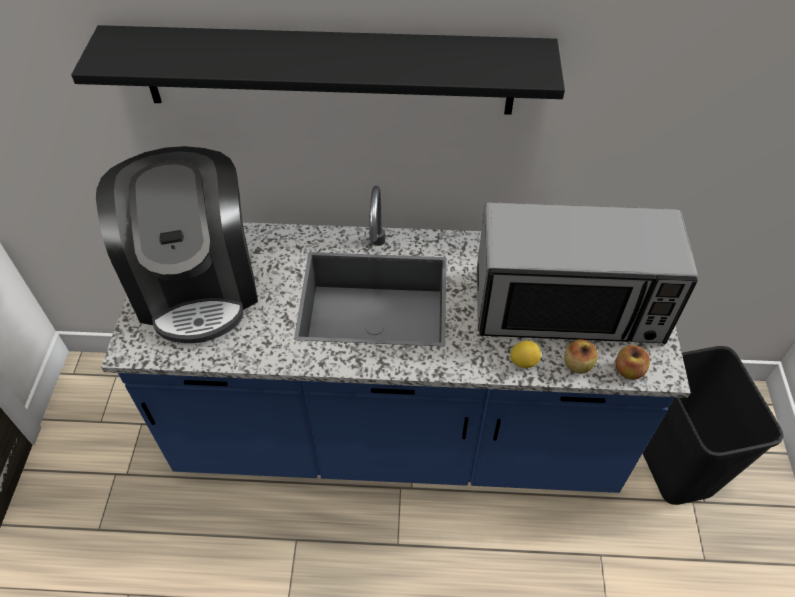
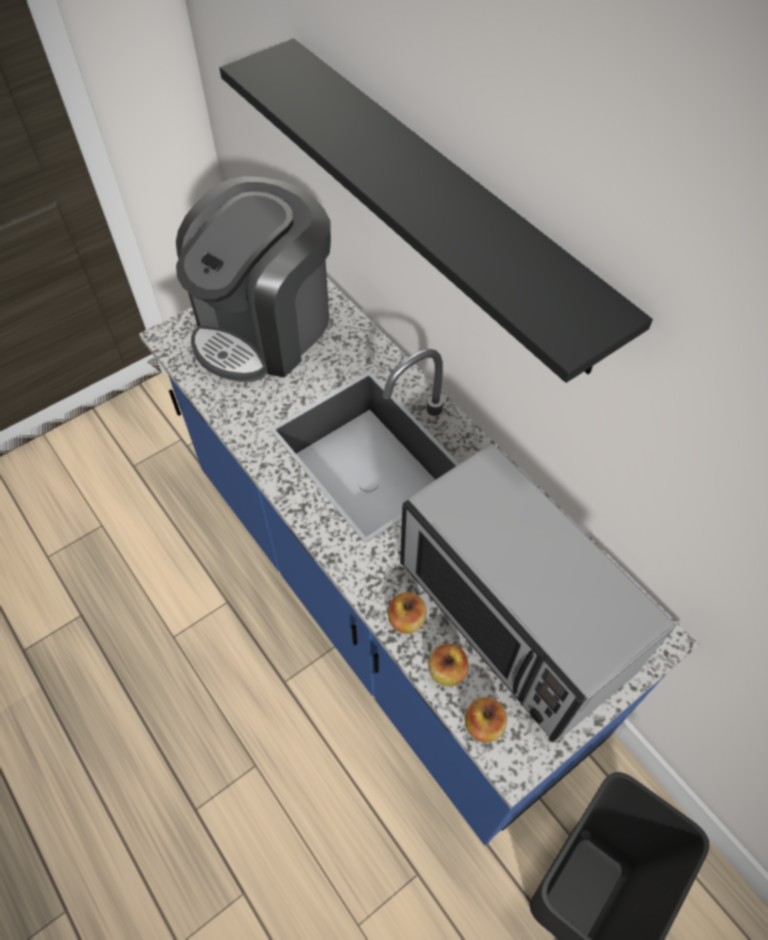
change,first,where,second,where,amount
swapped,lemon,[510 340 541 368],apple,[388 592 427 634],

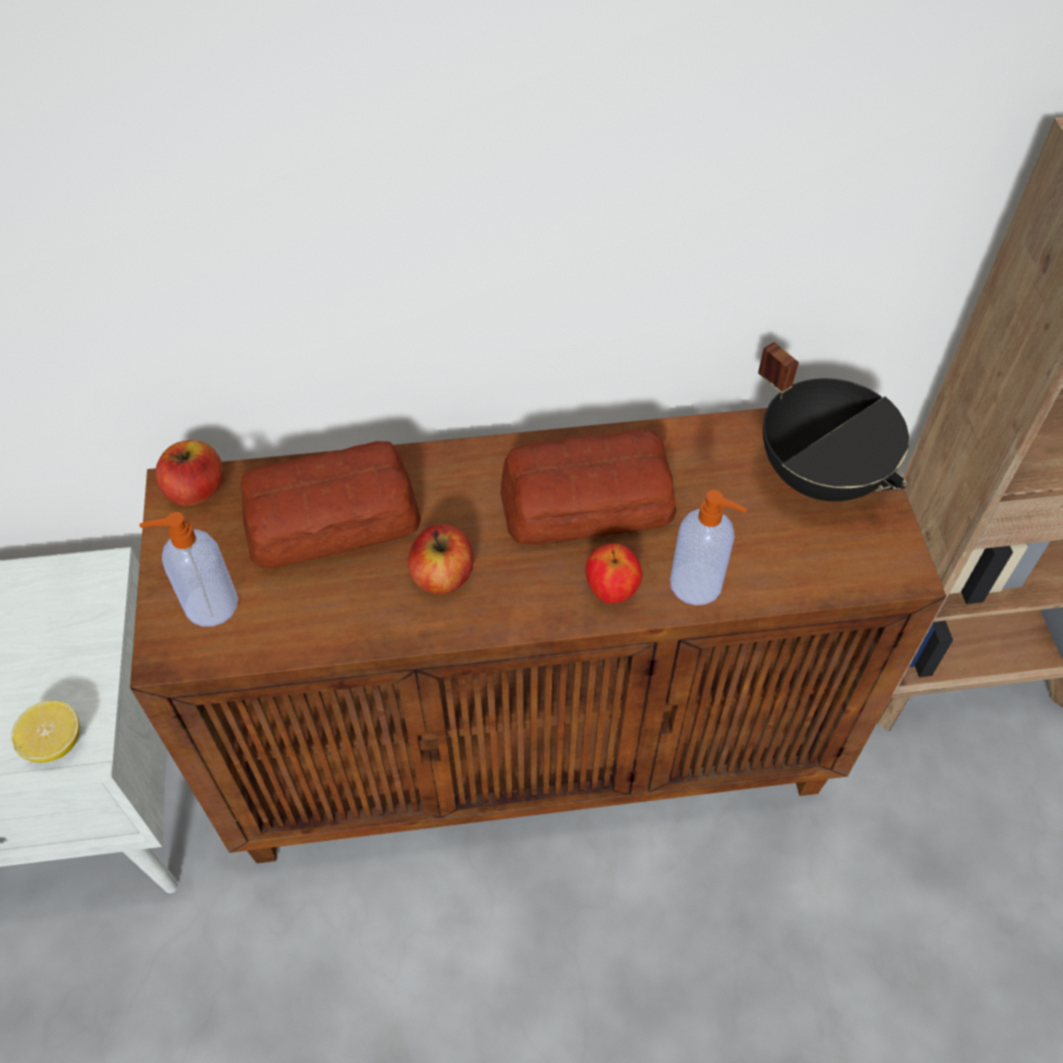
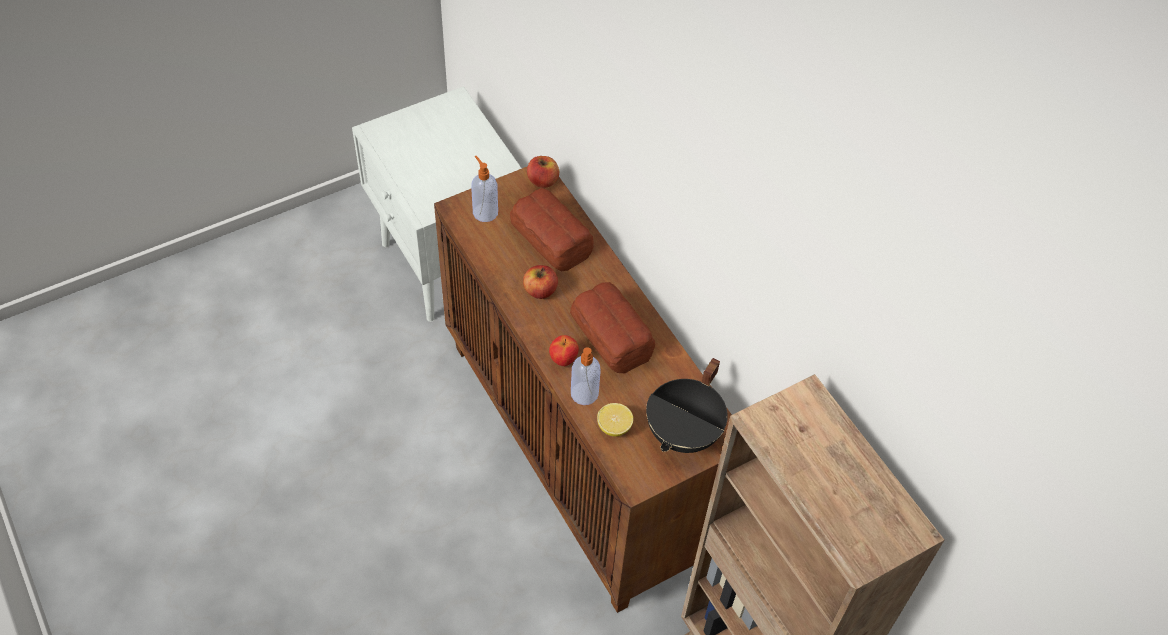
change,first,where,second,where,amount
shifted,lemon,[11 700 80 763],,[597 403 633 437],

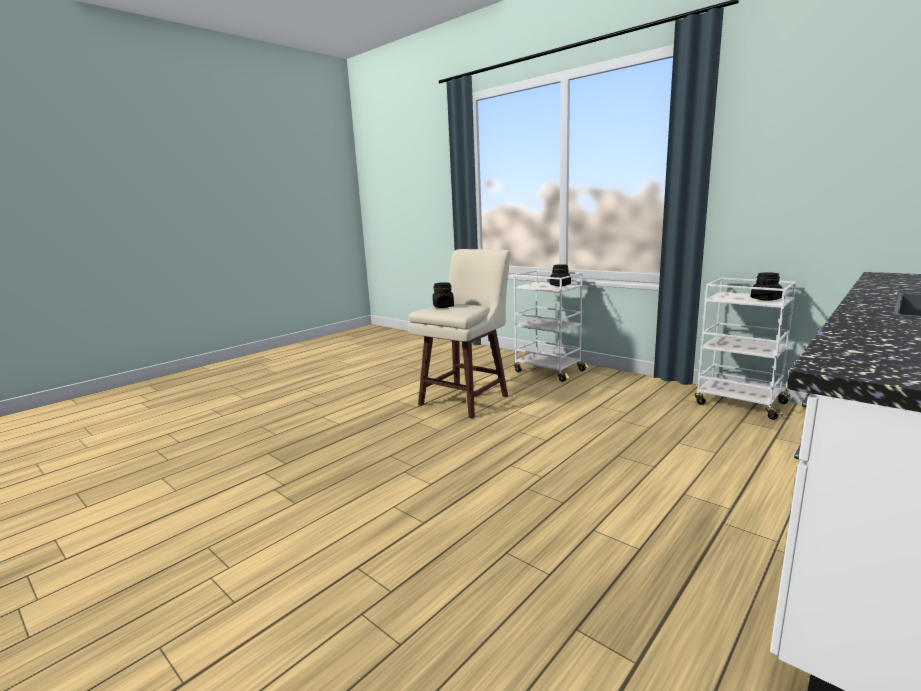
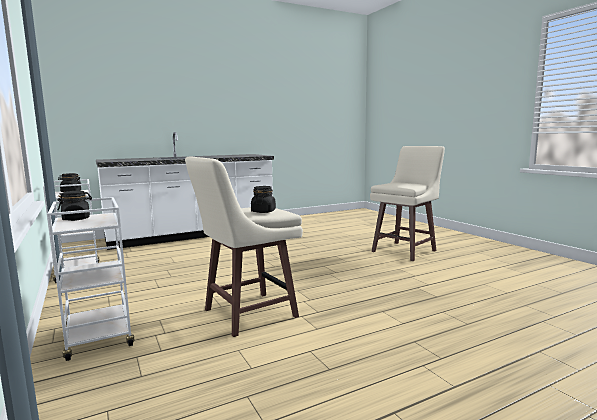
change,first,where,second,where,amount
new,,,beige_stool,[370 146 445 261],

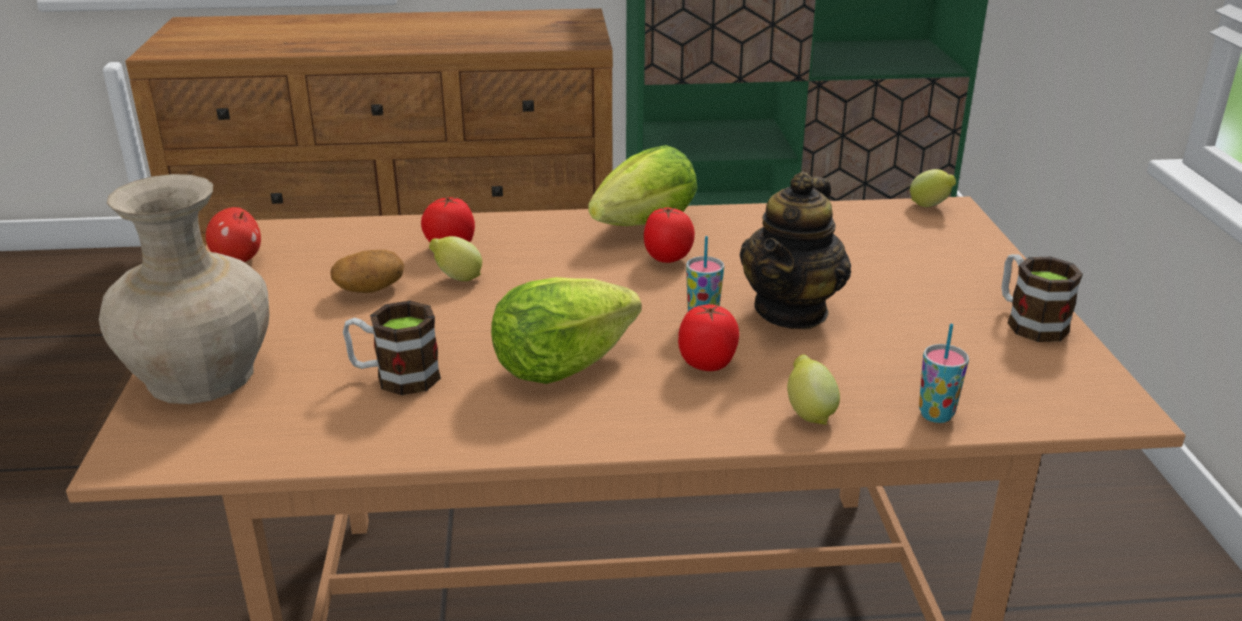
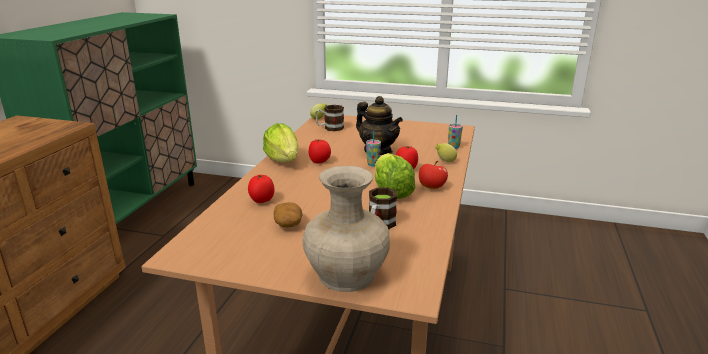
change,first,where,second,where,amount
shifted,apple,[206 207 261 262],,[419 161 448 189],
gone,lemon,[429 236 482 281],,,
shifted,mug,[1001 254 1083 342],,[315 105 344 131],

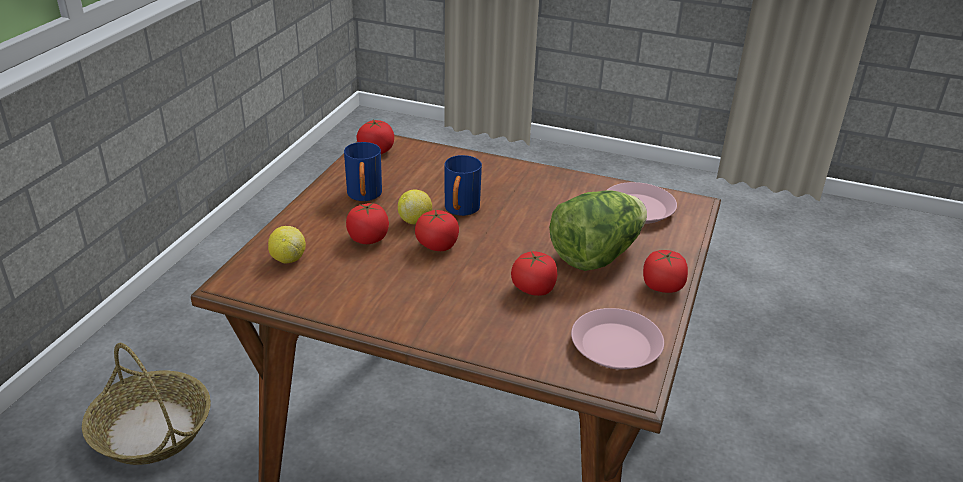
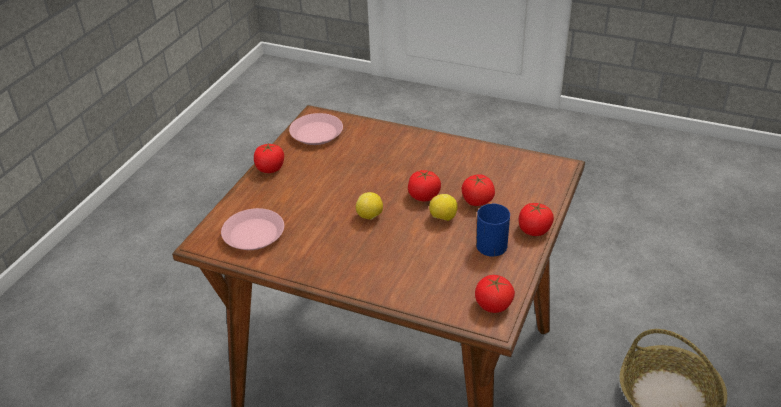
change,first,where,second,where,amount
shifted,lemon,[268 226 306 263],,[356 192 383 220],
gone,blue_mug,[445 155 482 216],,,
shifted,tomato,[511 251 557 296],,[518 203 554 236],
gone,lettuce,[549 190 647 271],,,

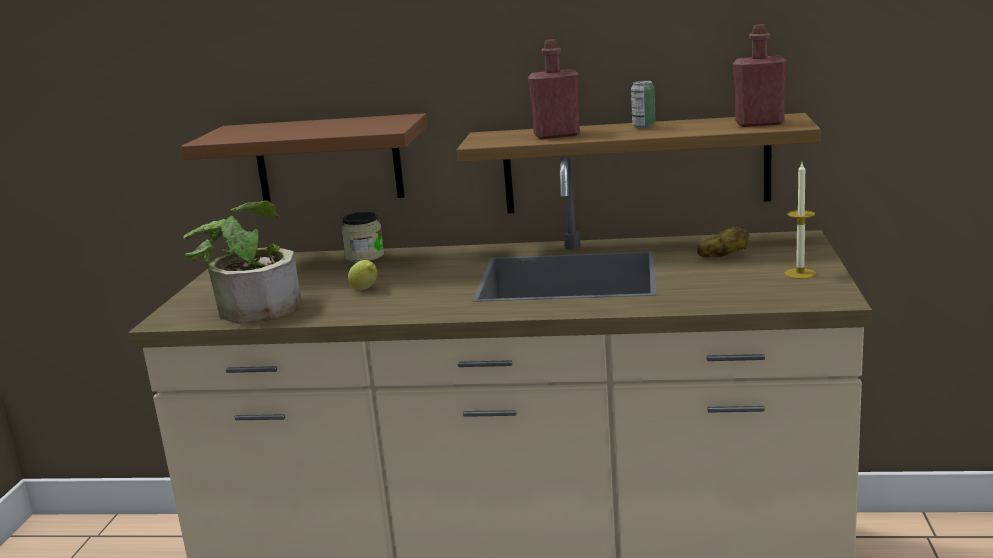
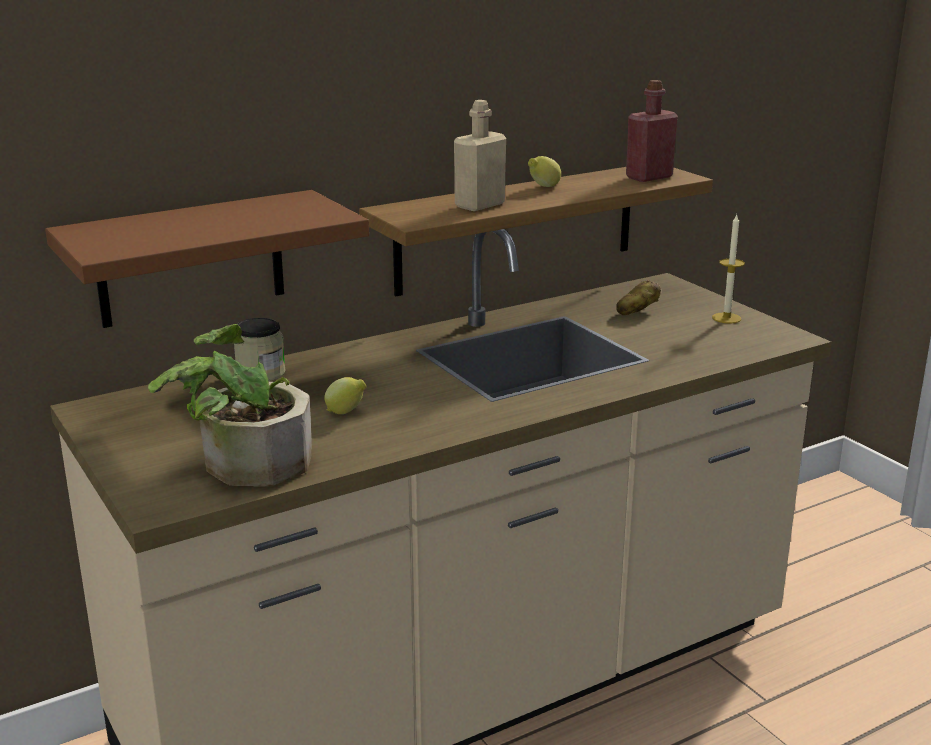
change,first,where,second,where,amount
repainted,red_bottle,[528 39 580 139],beige_bottle,[454 100 506 211],
swapped,can,[631 81 656 128],lemon,[528 156 561 187],

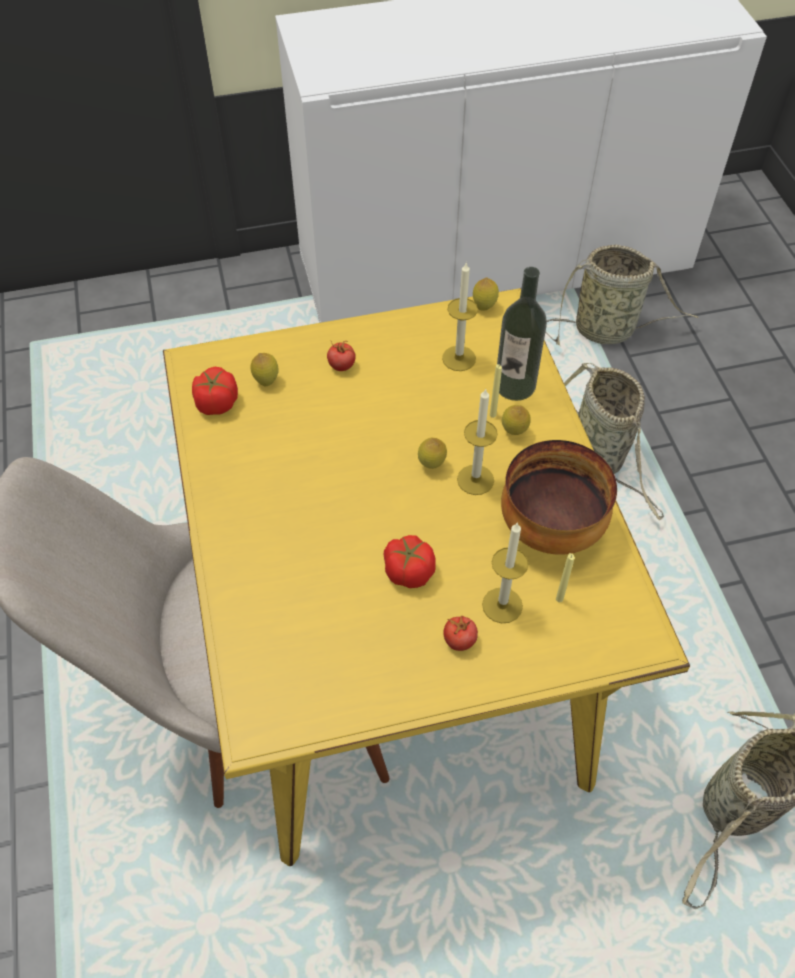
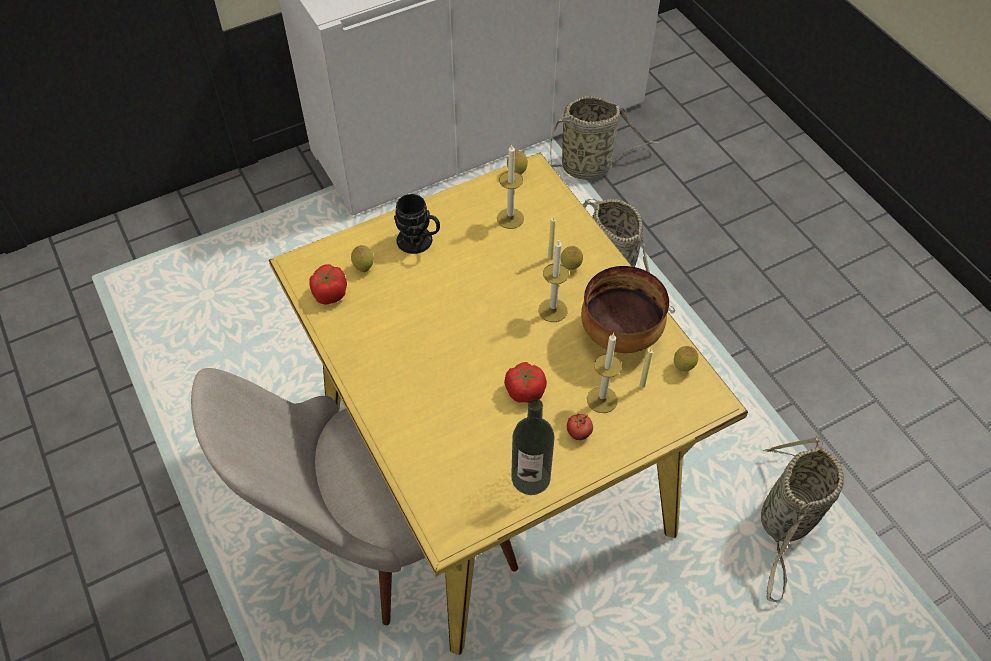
change,first,where,second,where,amount
swapped,tomato,[327 341 356 371],black_mug,[394 194 440 254],
shifted,lemon,[418 438 447 469],,[674 346 698 371],
shifted,bottle,[497 267 547 401],,[511 399 555 495],

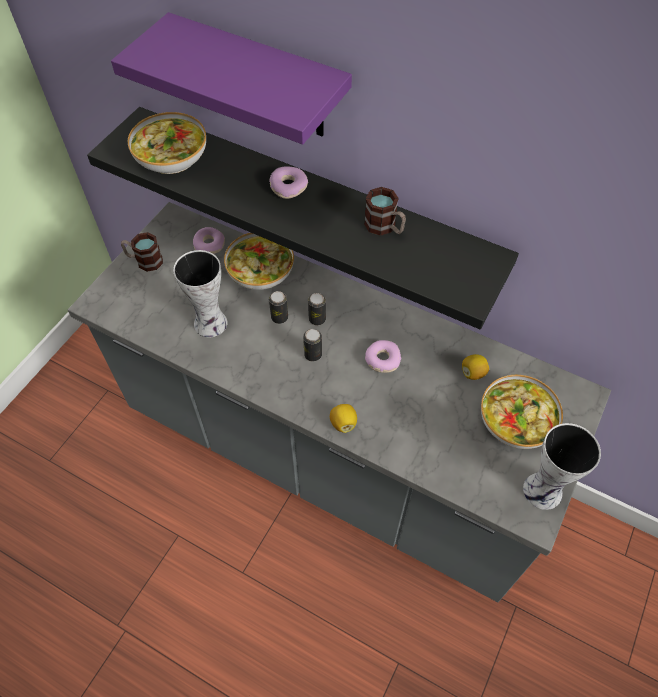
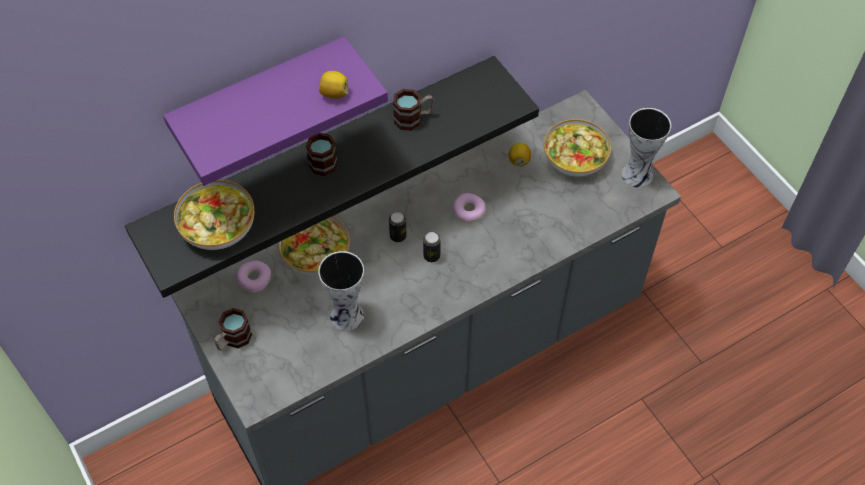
change,first,where,second,where,amount
swapped,donut,[269 166 308 199],mug,[306 132 338 176],
gone,can,[269 291 288 324],,,
shifted,lemon,[330 404 357 433],,[319 71 348 98],

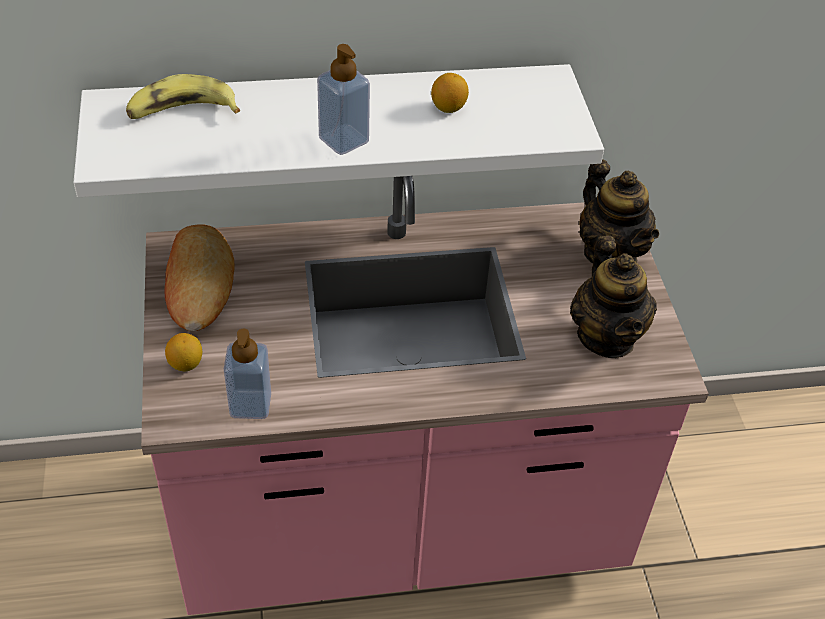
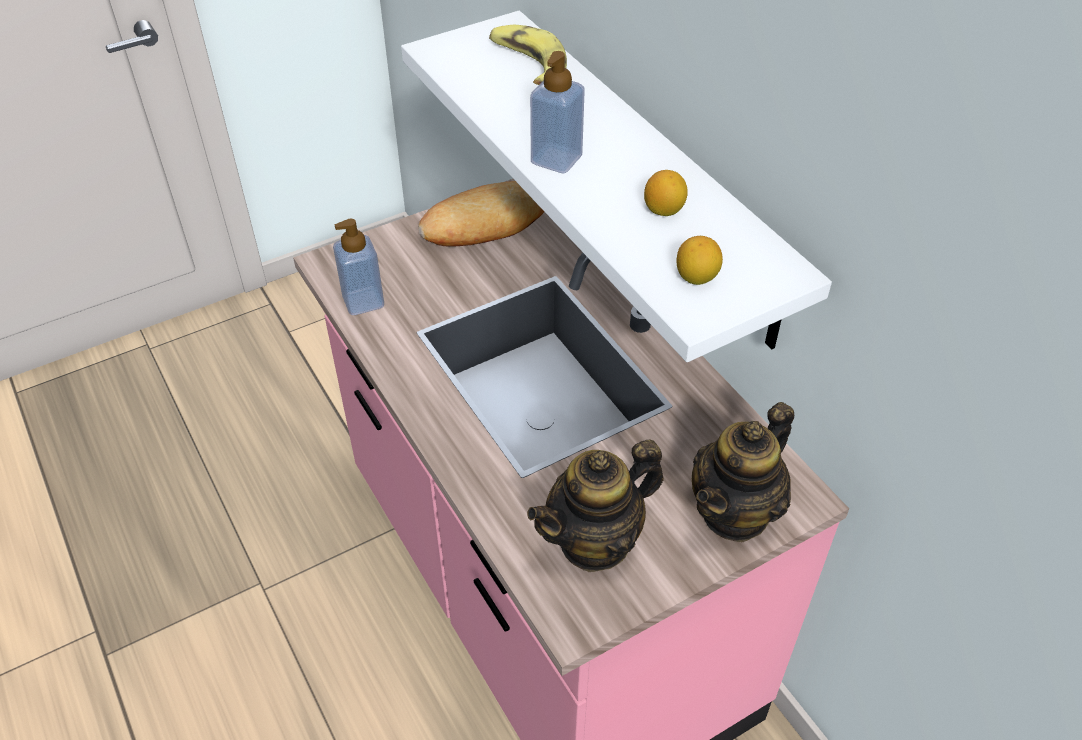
change,first,where,second,where,amount
shifted,lemon,[165 333 202 371],,[676 236 723 285],

